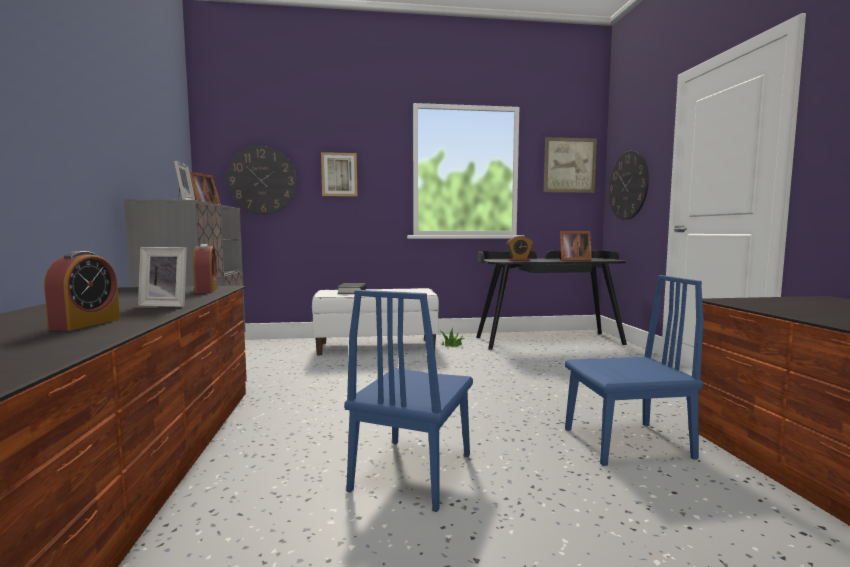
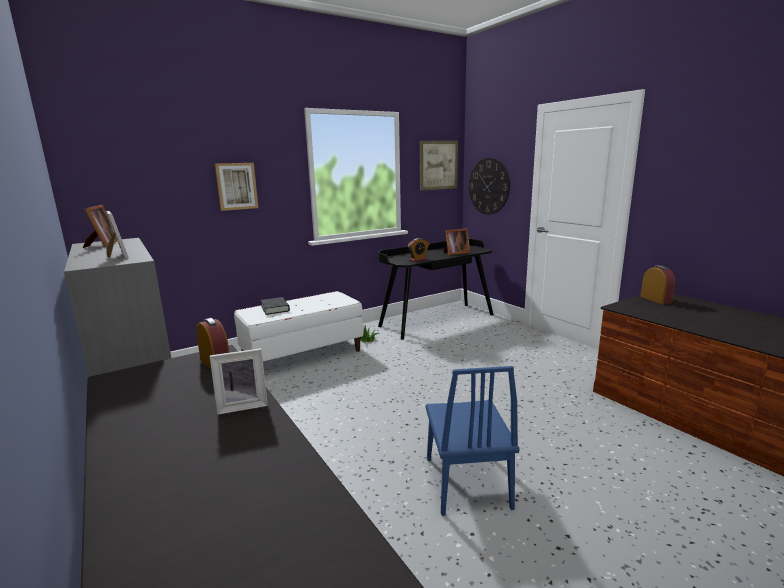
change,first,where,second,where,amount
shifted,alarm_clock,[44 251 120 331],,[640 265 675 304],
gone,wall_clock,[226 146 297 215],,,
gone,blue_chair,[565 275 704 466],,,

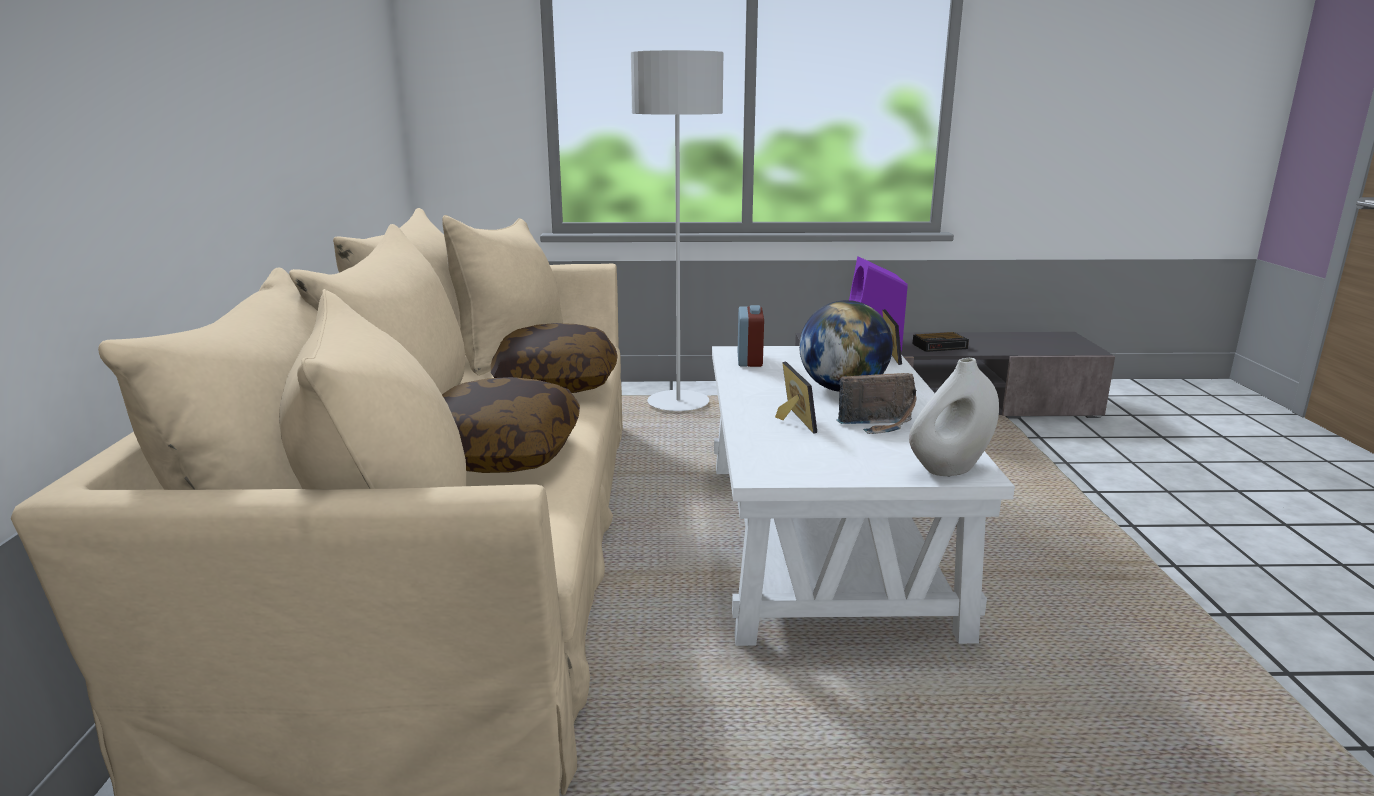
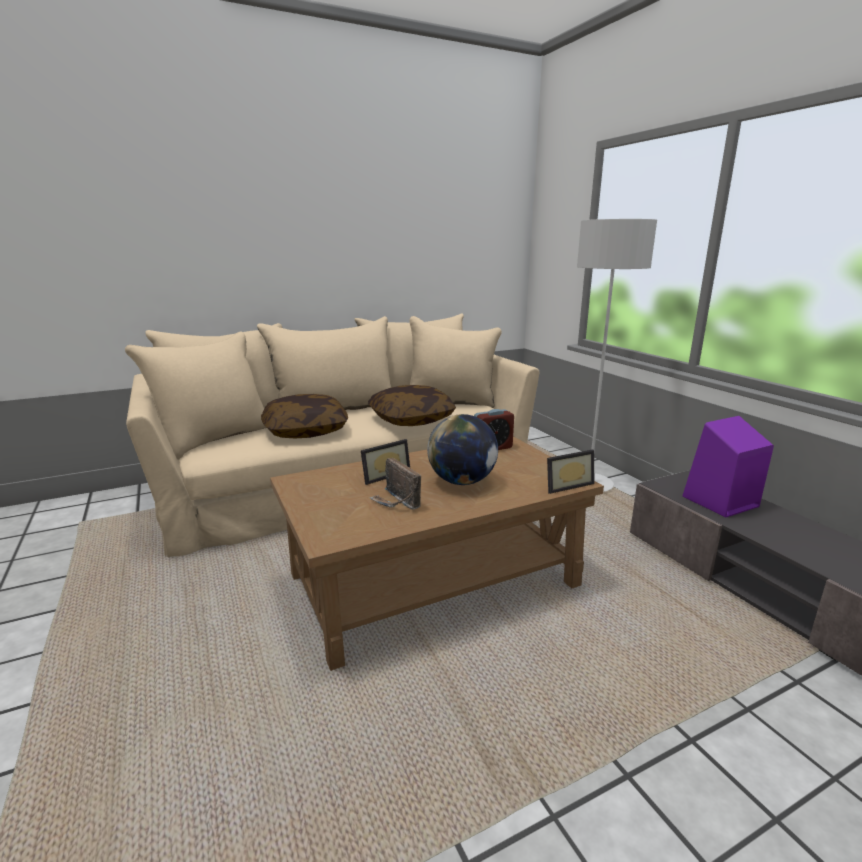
change,first,where,second,where,amount
repainted,white_coffee_table,[712 346 1015 646],brown_coffee_table,[270 436 604 671],
gone,white_vase,[909 358 999 477],,,
gone,alarm_clock,[913 332 969 352],,,

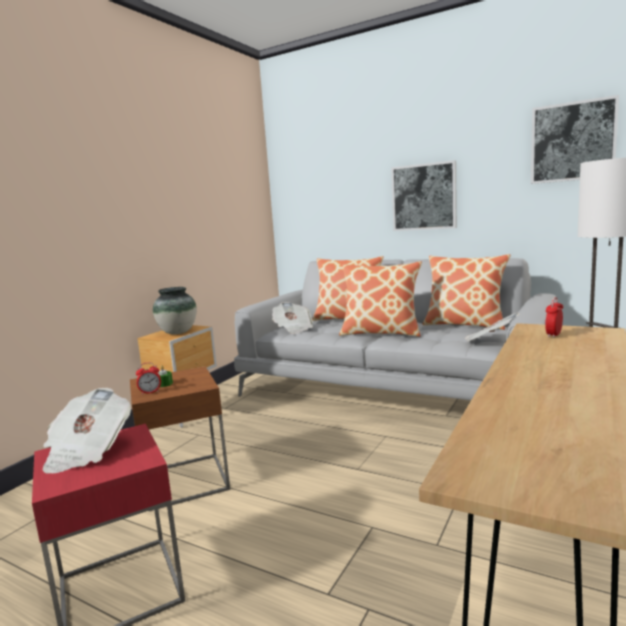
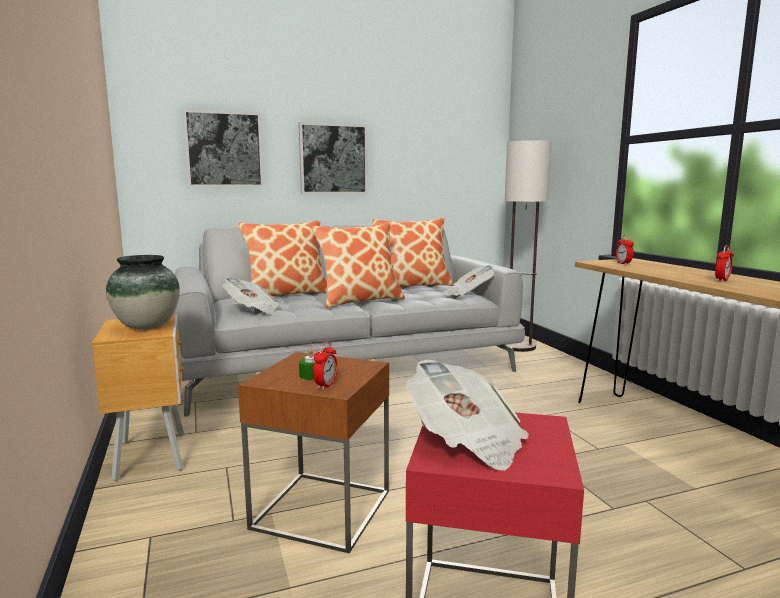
change,first,where,second,where,amount
shifted,picture,[531 95 619 184],,[183 109 264 187],
new,,,alarm_clock,[715 245 734 282],

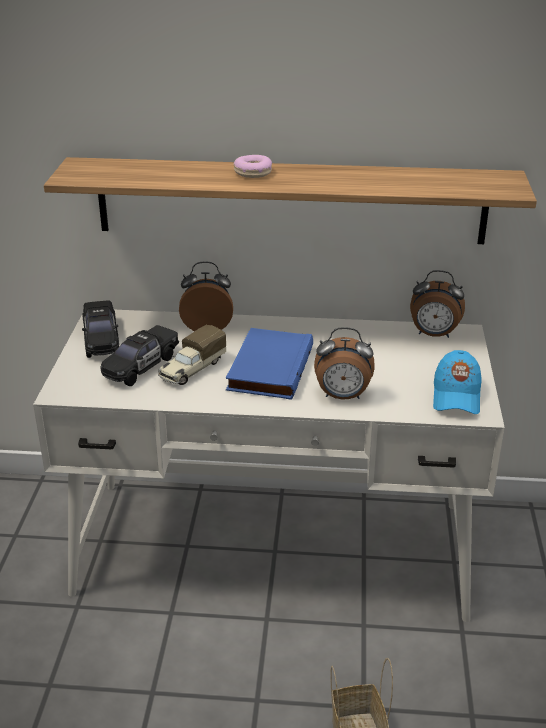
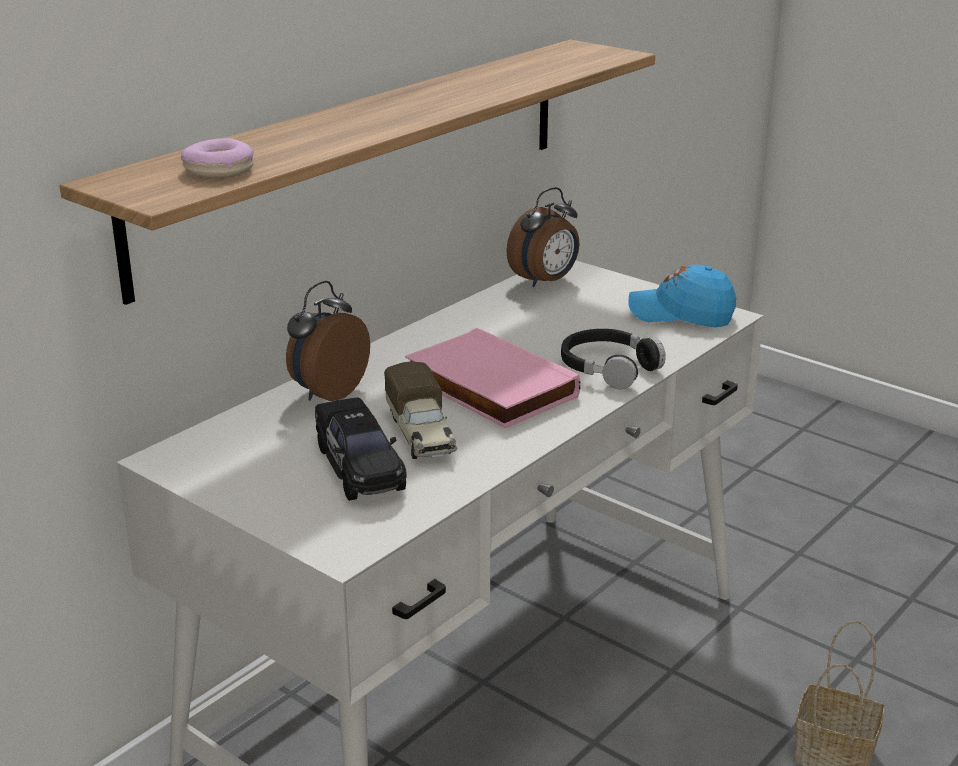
change,first,where,second,where,amount
gone,black_toy_car,[82 300 119 358],,,
repainted,blue_book,[226 328 313 400],pink_book,[405 328 581 428],
shifted,donut,[234 155 272 178],,[181 138 254 178],
swapped,alarm_clock,[314 327 375 400],black_headphones,[561 329 666 389],
rotated,blue_cap,[433 350 481 414],,[628 264 736 328],150 degrees clockwise

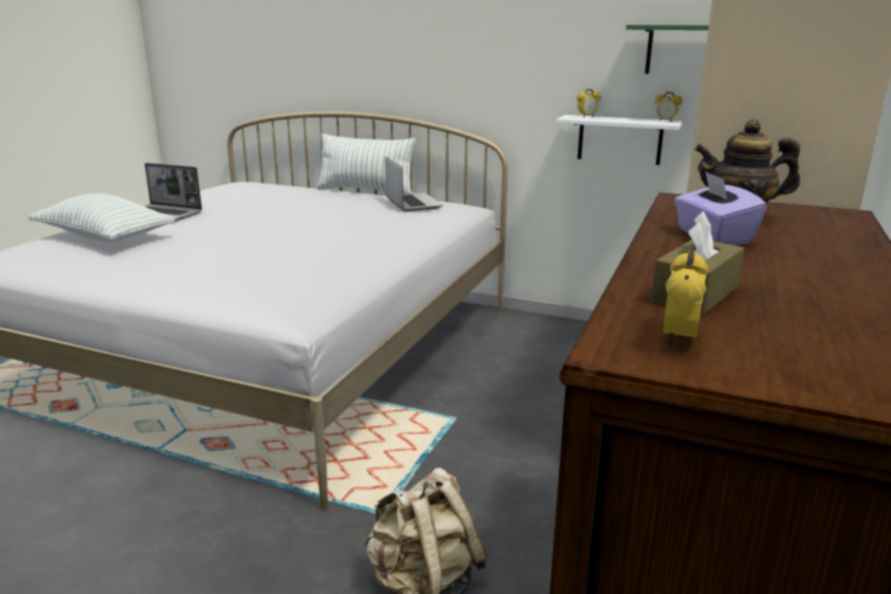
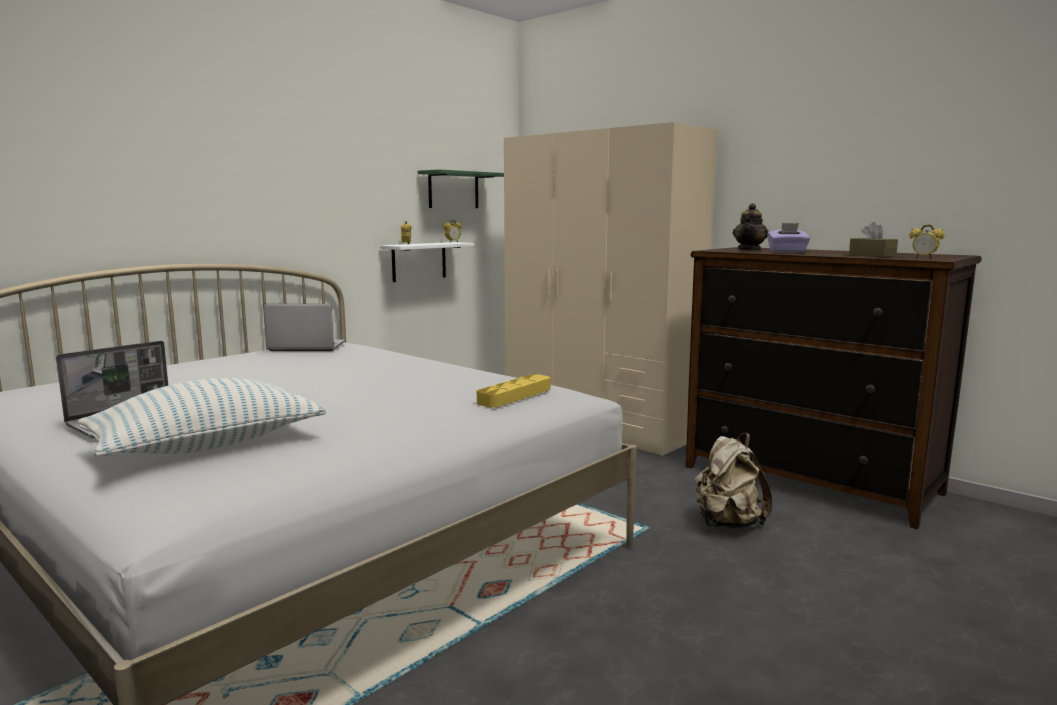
change,first,where,second,where,amount
gone,pillow,[317 134 416 194],,,
new,,,yellow_tray,[477 374 551 408],

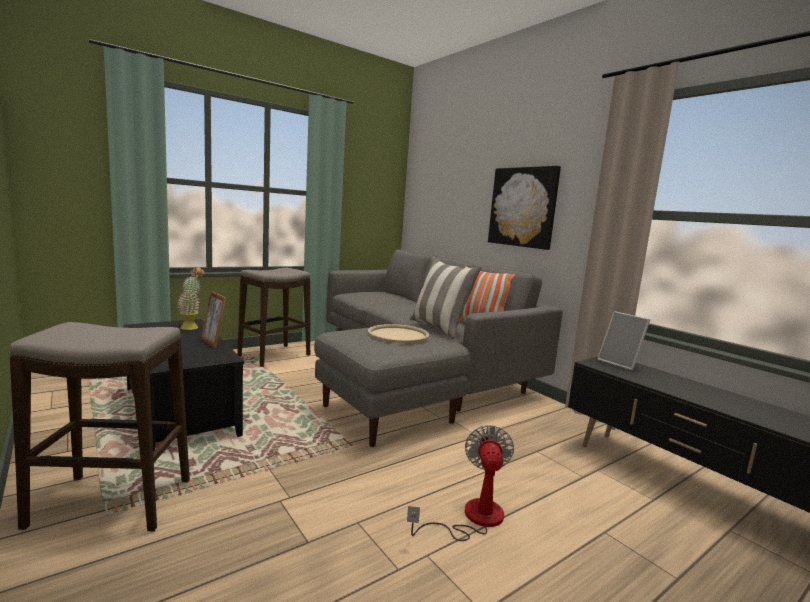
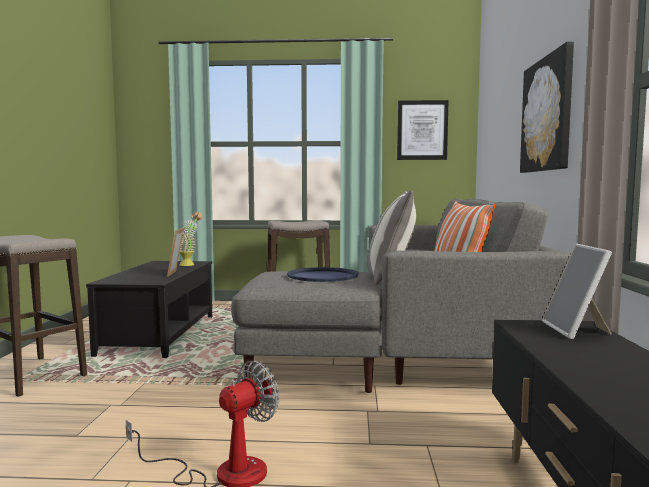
change,first,where,second,where,amount
repainted,beige_tray,[368 324 429 343],blue_tray,[287 267 359 282],
new,,,picture,[397 100 449 160],

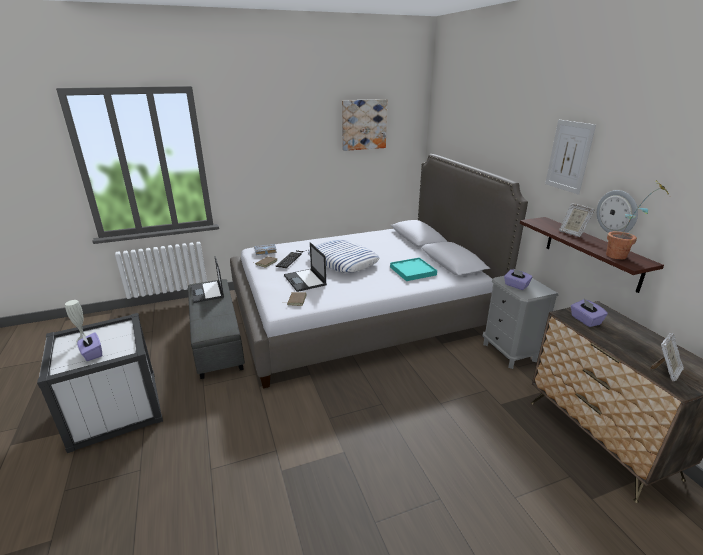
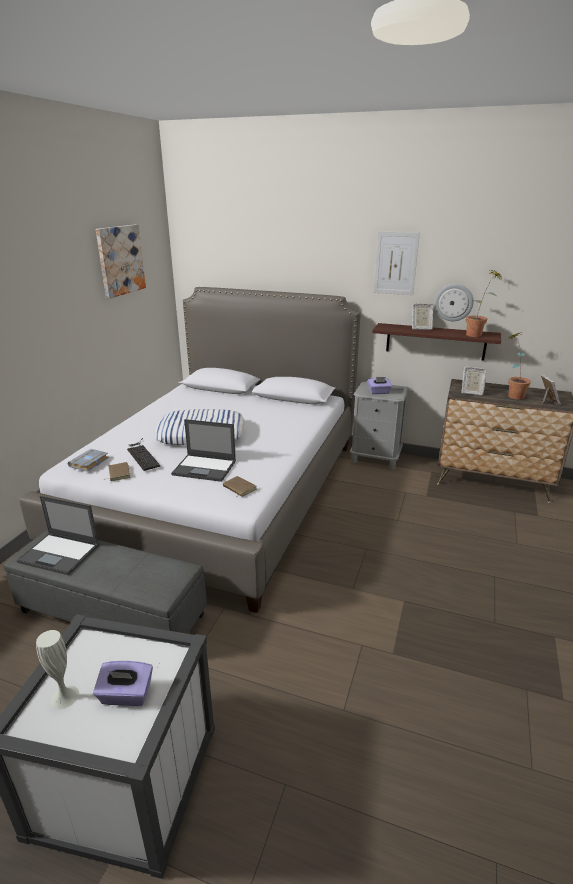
change,first,where,second,where,amount
gone,turquoise_tray,[390 257 437 281],,,
swapped,purple_tissue_box,[571 299 608 327],picture_frame,[461 366 487 396],
new,,,potted_plant,[507 333 531 400],

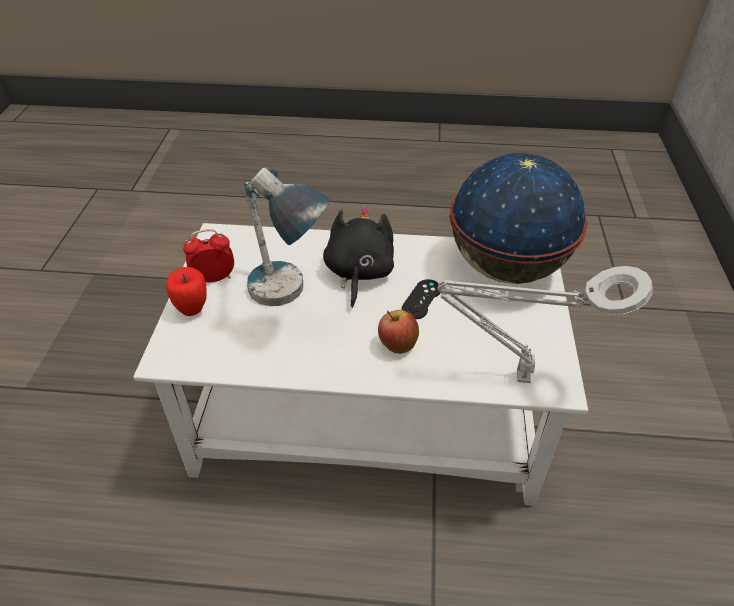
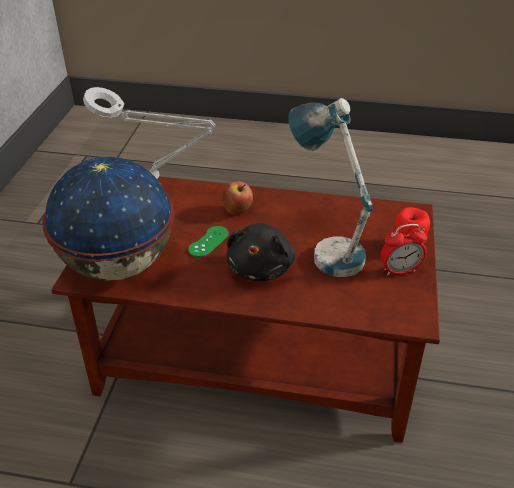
change,first,where,second,where,amount
repainted,white_coffee_table,[133 223 588 506],brown_coffee_table,[51 177 440 443],
repainted,black_game_controller,[402 279 440 319],green_game_controller,[188 226 229 257],

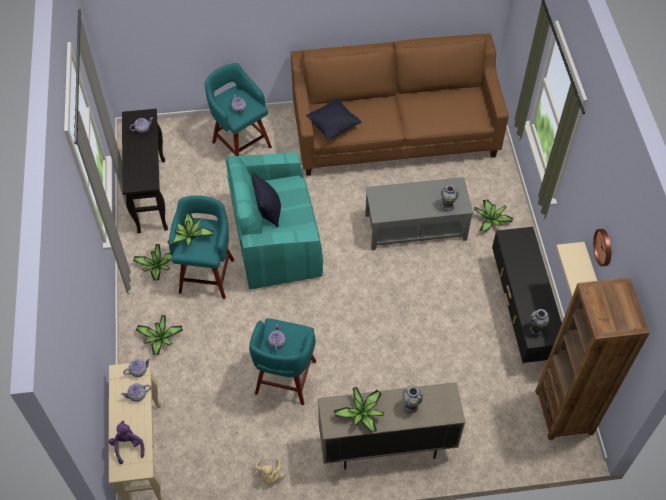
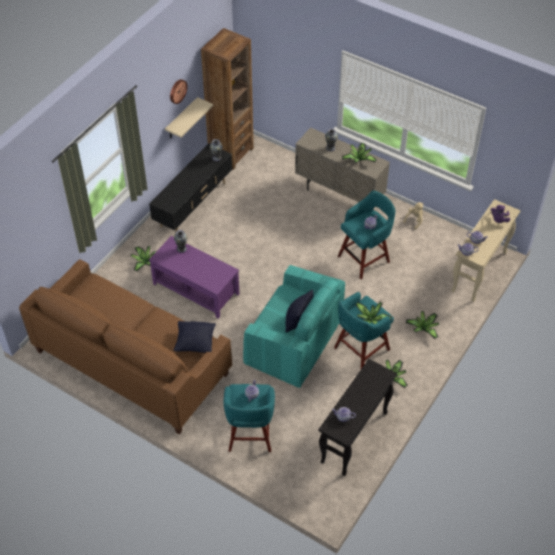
change,first,where,second,where,amount
repainted,grey_coffee_table,[365 177 473 250],purple_coffee_table,[149 236 239 319],

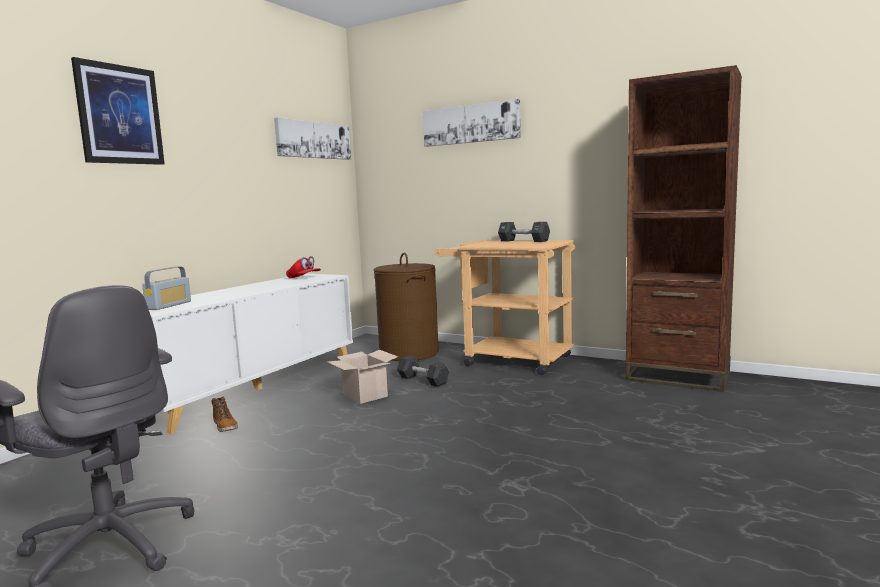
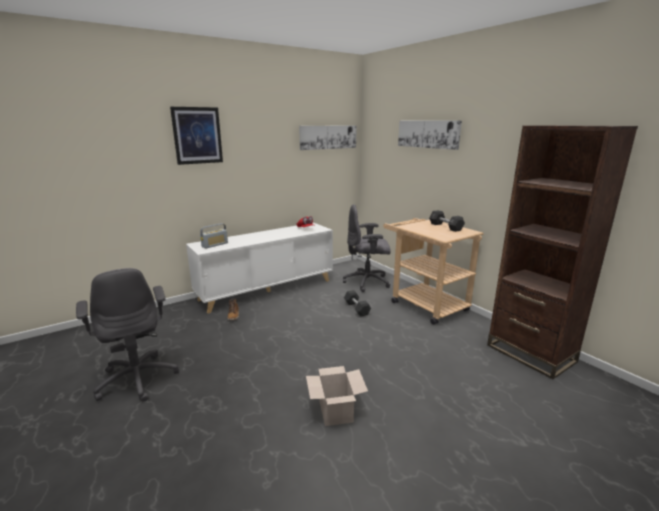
change,first,where,second,where,amount
shifted,cardboard_box,[328 350 398 404],,[306 366 368 426],
swapped,brown_laundry_basket,[374 253 439 361],grey_office_chair,[343 204 391 292],

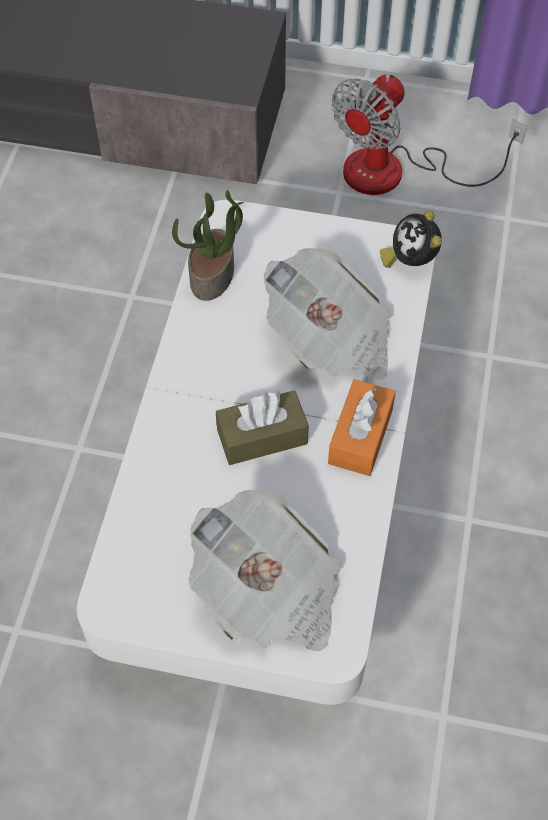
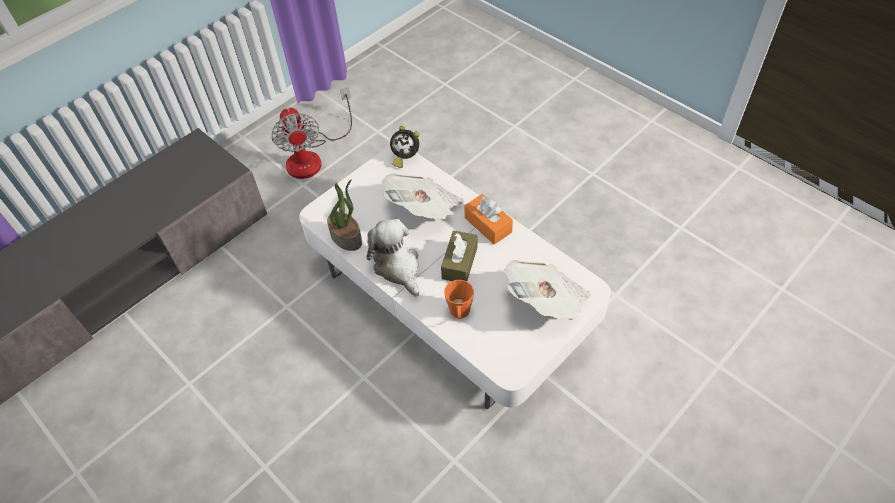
change,first,where,second,where,amount
new,,,plush_toy,[367 219 420 296],
new,,,orange_mug,[445 280 474 319],

